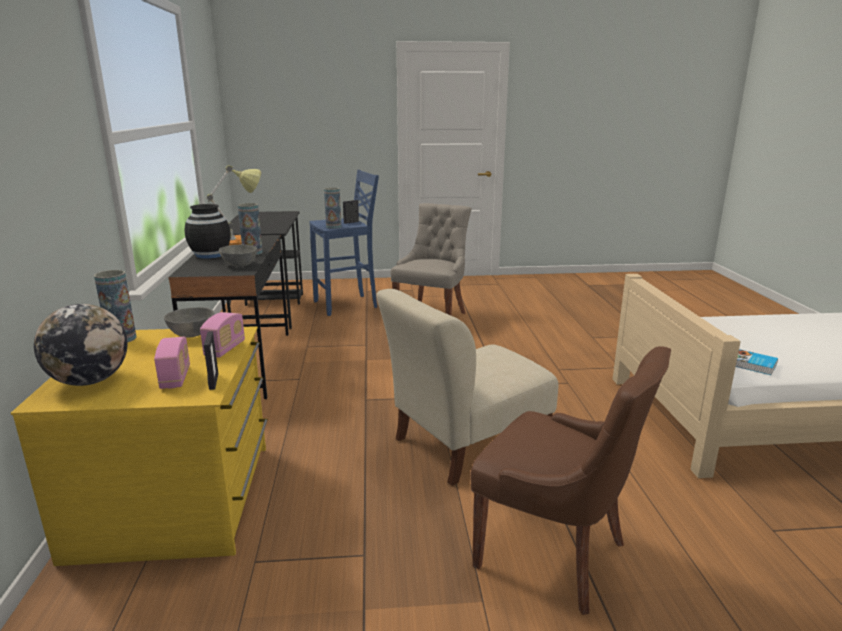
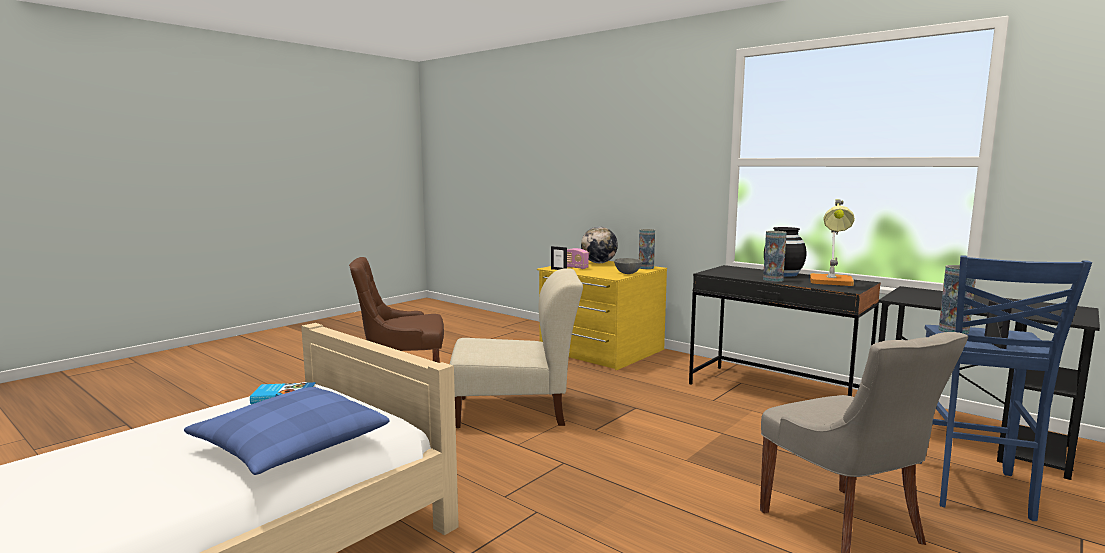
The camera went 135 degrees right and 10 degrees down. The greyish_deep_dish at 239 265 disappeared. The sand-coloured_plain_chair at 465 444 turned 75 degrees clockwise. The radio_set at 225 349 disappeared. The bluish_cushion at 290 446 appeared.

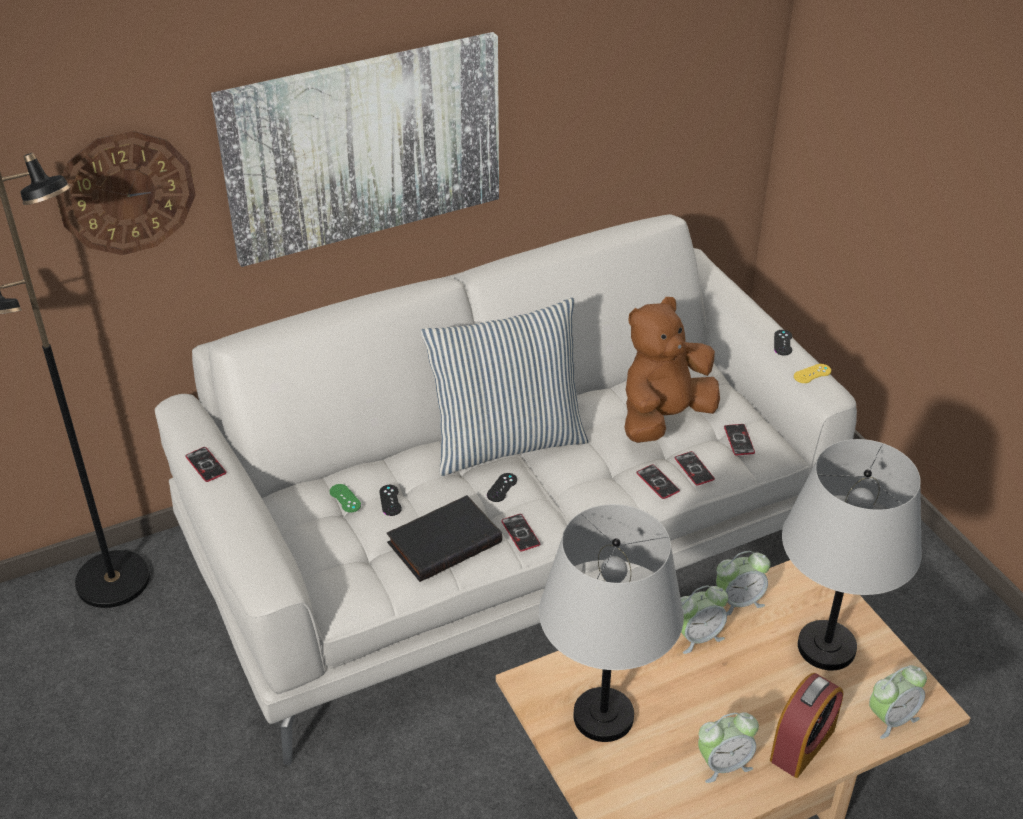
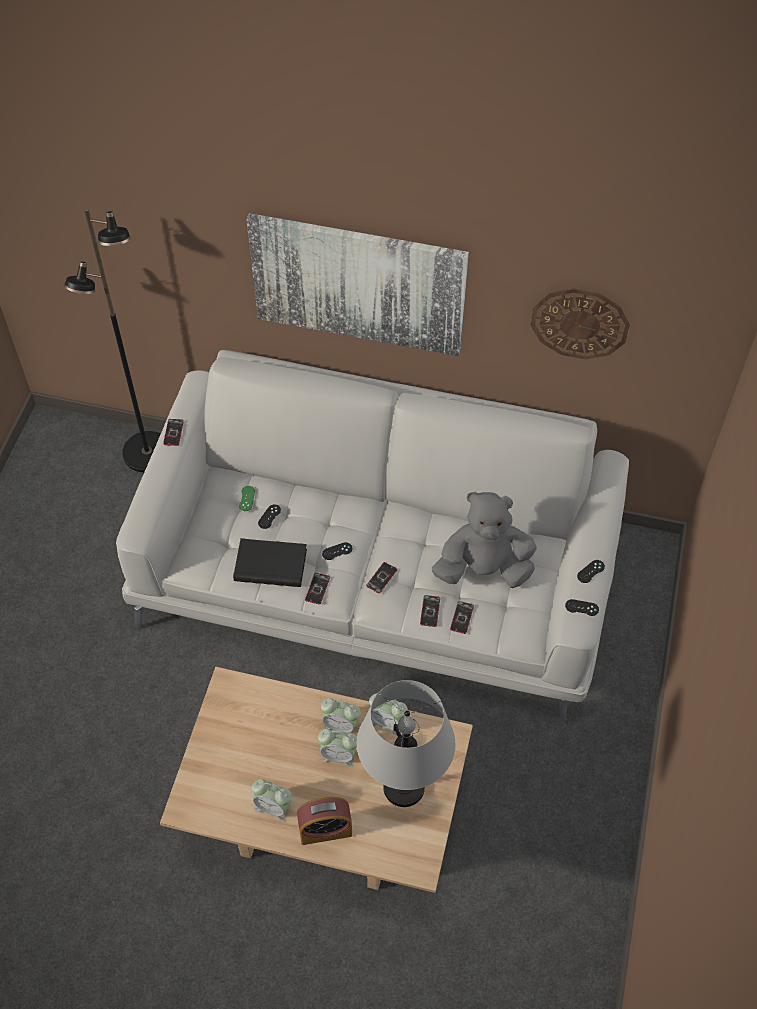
The camera went 40 degrees right and 15 degrees up. The wall_clock moved from 126 193 to 579 323. The brown_soft_toy at 663 418 became the greyish_soft_toy at 483 569. The cushion at 506 442 disappeared. The yellowish_game_controller at 812 374 became the black_game_controller at 582 607. The handset moved from 739 440 to 381 578. The greyish_table_lamp at 604 717 disappeared. The alarm_clock moved from 891 718 to 339 755.

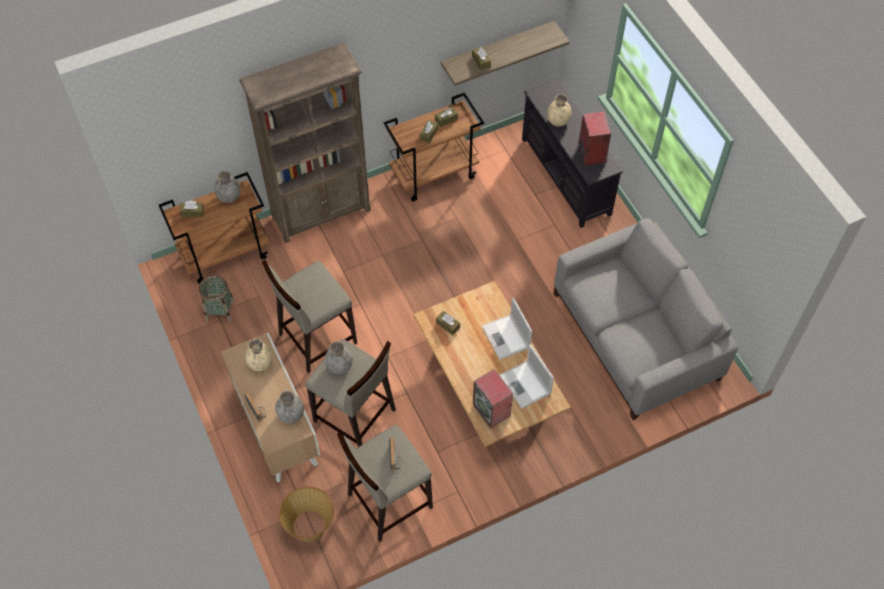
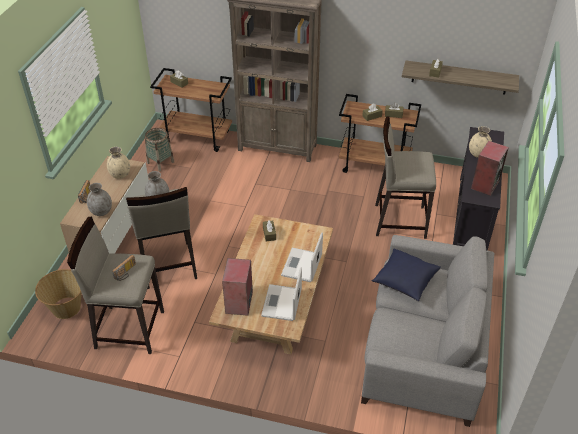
The camera went 40 degrees right and 15 degrees down. The greyish_decorative_vase at 229 197 disappeared. The sand-coloured_stool_seat moved from 316 338 to 399 220. The bluish_cushion at 404 281 appeared.

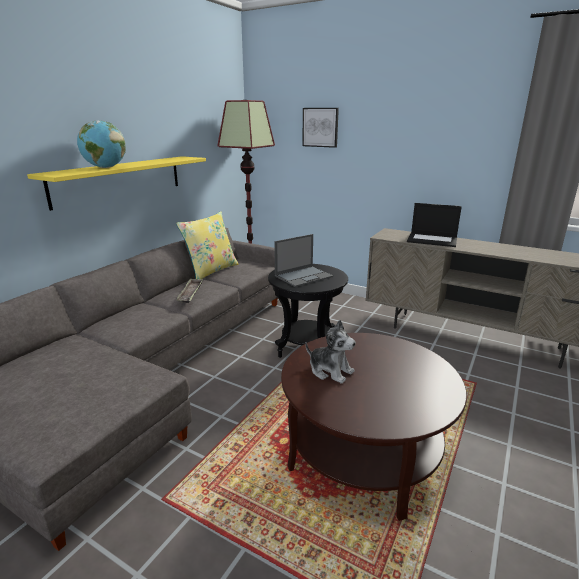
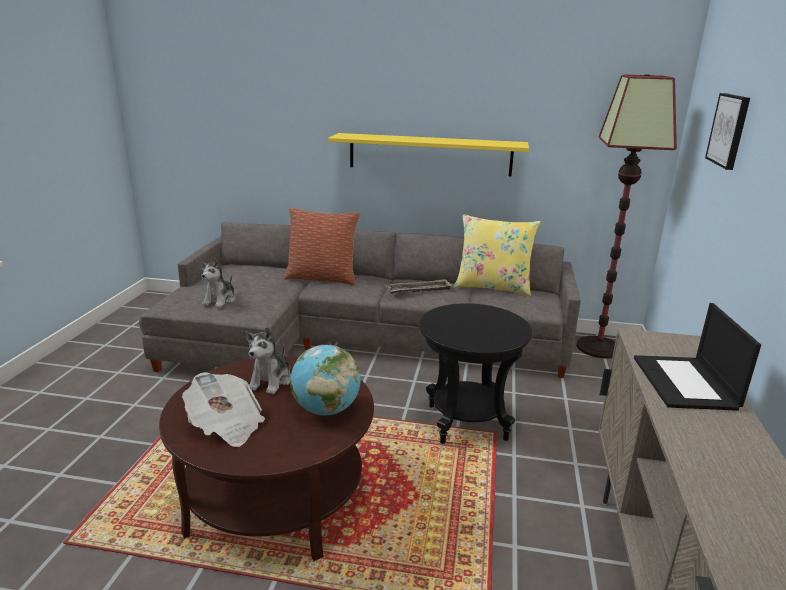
The camera went 70 degrees right and 0 degrees up. The globe moved from 105 167 to 326 410. The notebook_computer at 304 276 disappeared. The cushion at 322 278 appeared. The soft_toy at 220 300 appeared. The daily_paper at 226 425 appeared.

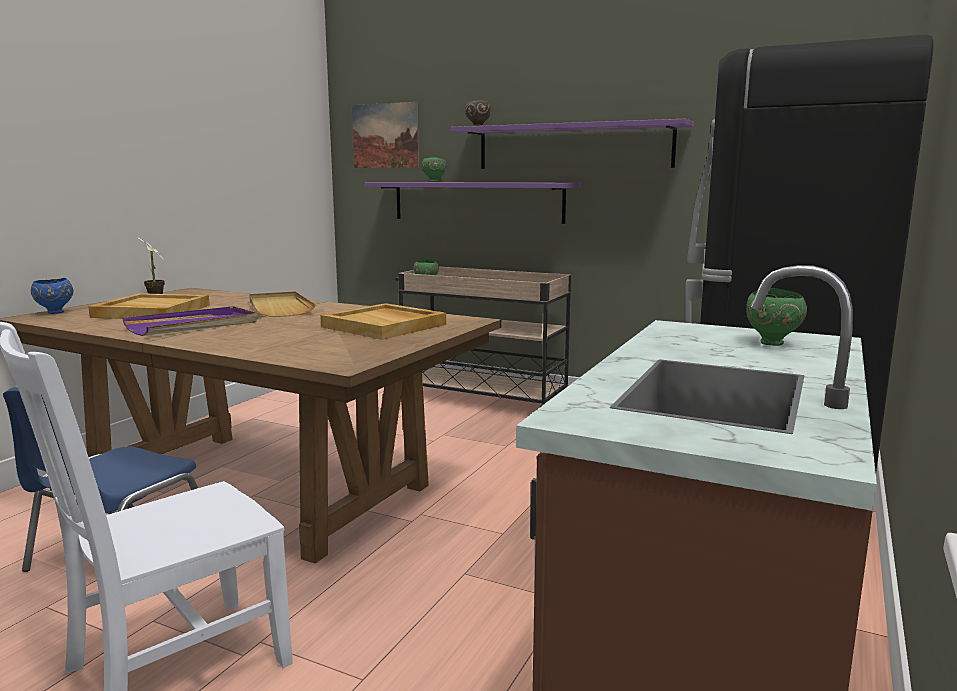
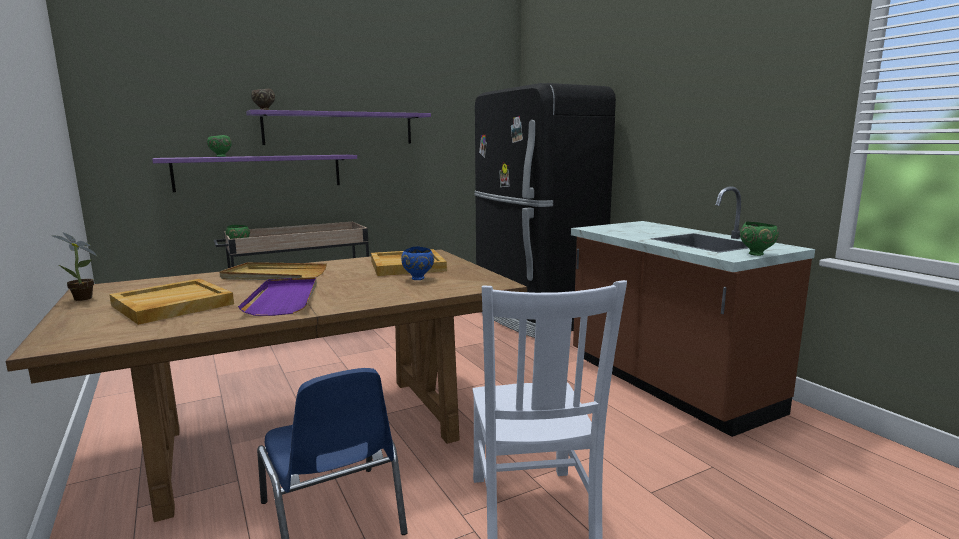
The camera went 55 degrees left and 0 degrees up. The wall_art at 385 136 disappeared. The bluish_deep_dish moved from 54 312 to 418 279. The greenish_deep_dish moved from 772 343 to 757 254.

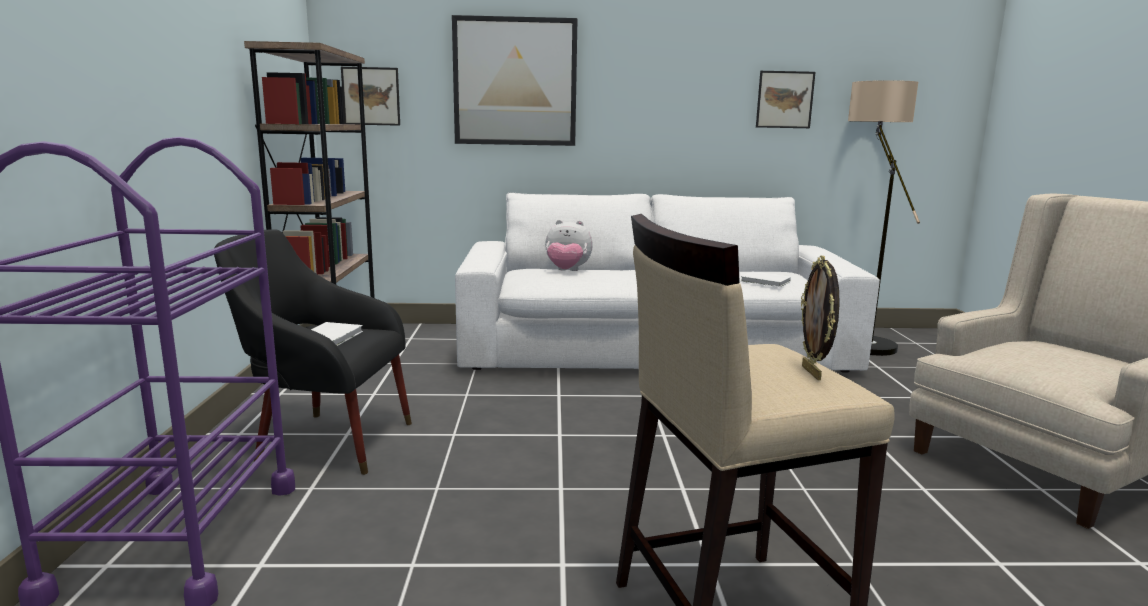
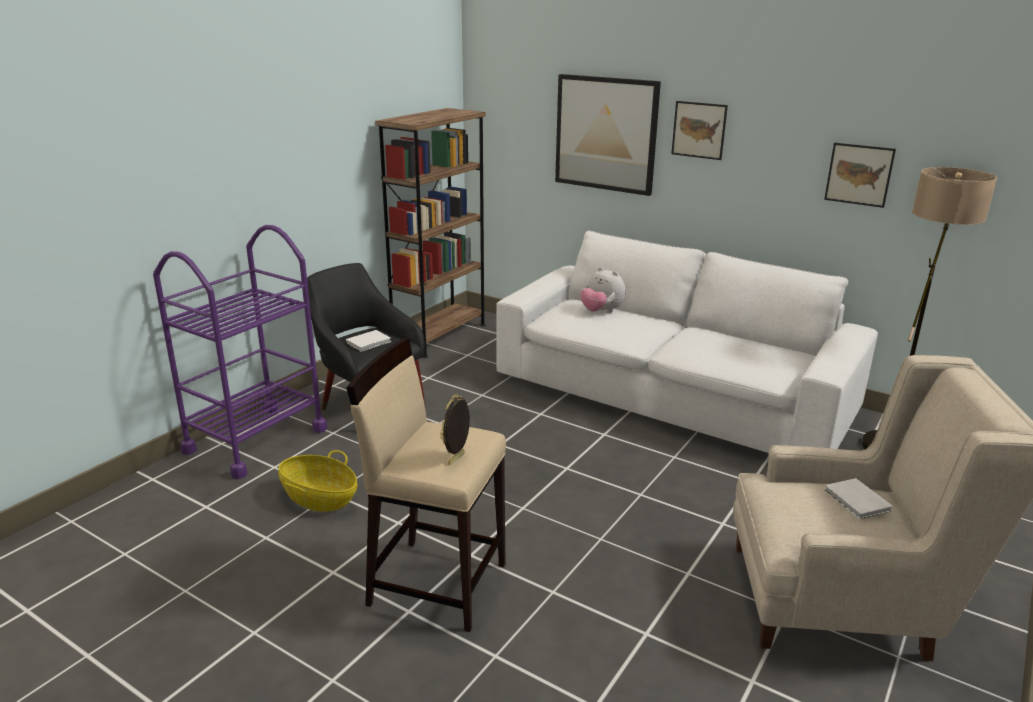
The camera went 35 degrees right and 10 degrees up. The wall_art moved from 371 96 to 699 130. The white_bound_book moved from 766 282 to 857 501. The storage_basket at 319 498 appeared.

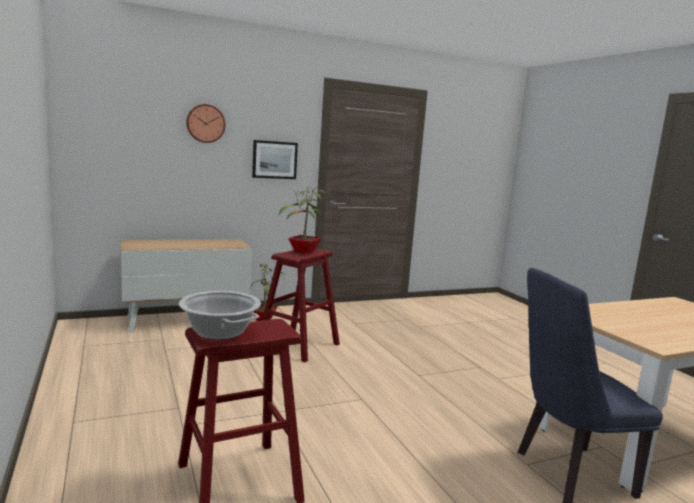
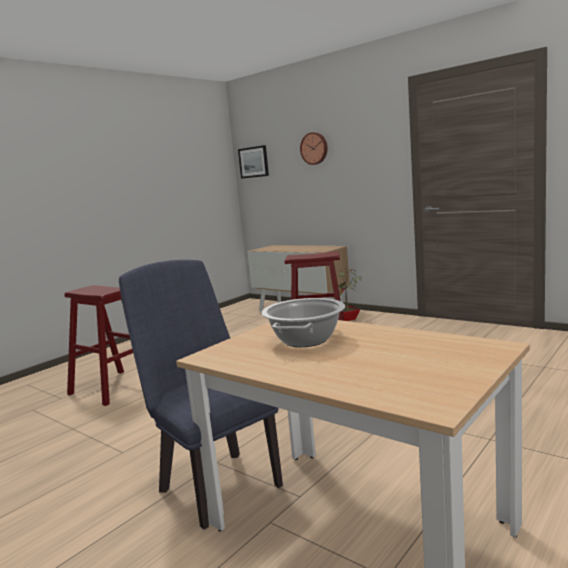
The camera went 65 degrees right and 0 degrees up. The wall_art moved from 274 159 to 253 162. The potted_plant at 303 251 disappeared. The stockpot moved from 220 332 to 306 340.

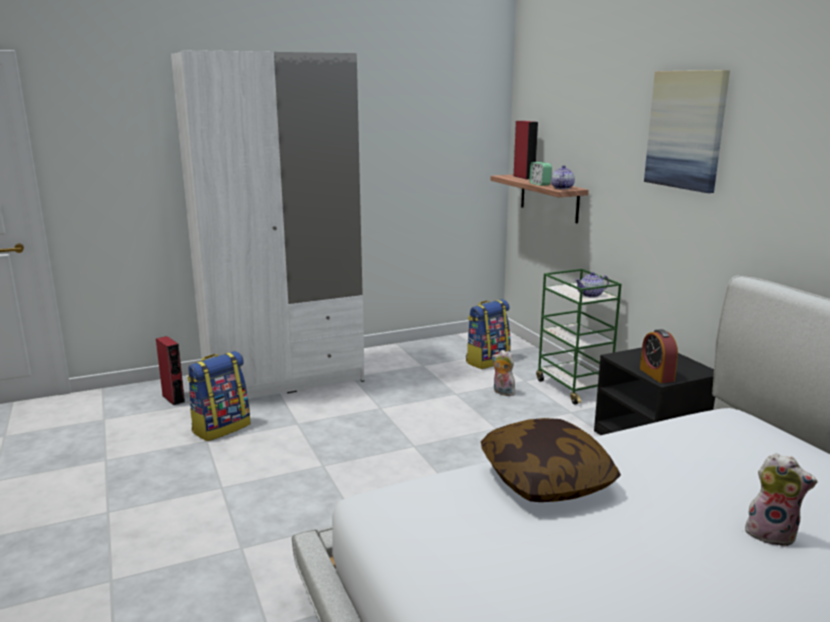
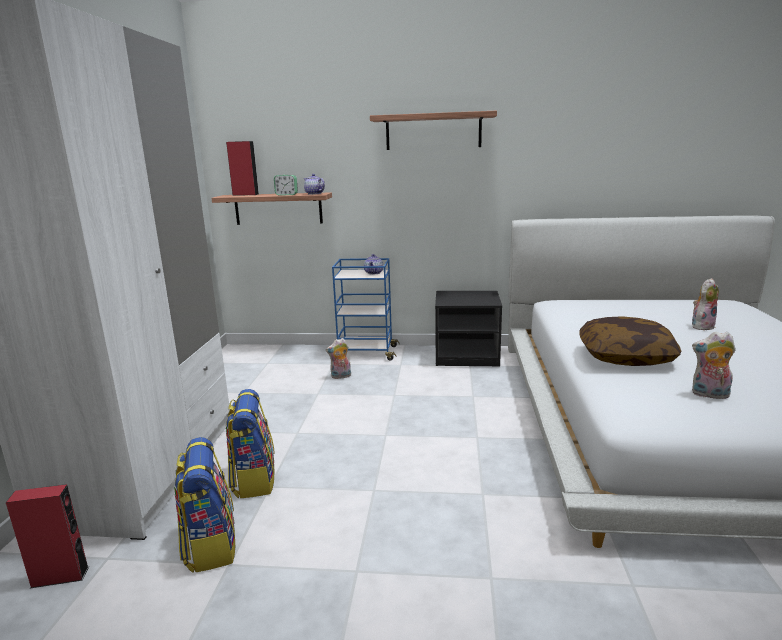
The camera went 60 degrees left and 0 degrees up. The wall_art at 686 130 was replaced by the shelf at 433 131. The greenish_cart at 573 387 became the bluish_cart at 366 353. The backpack moved from 487 361 to 253 479. The alarm_clock at 656 375 disappeared. The soft_toy at 709 395 appeared.

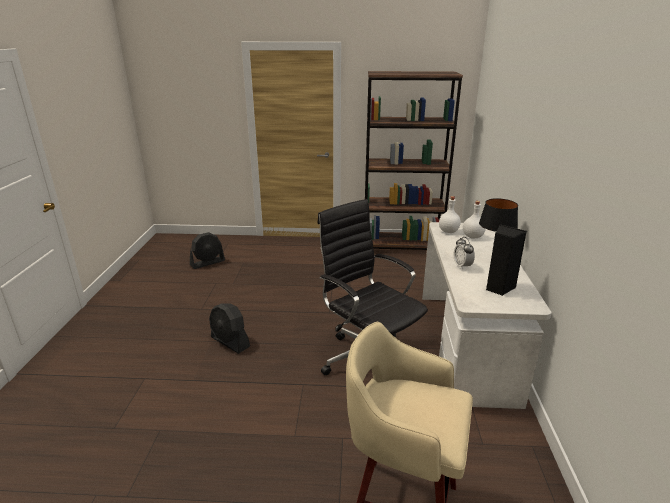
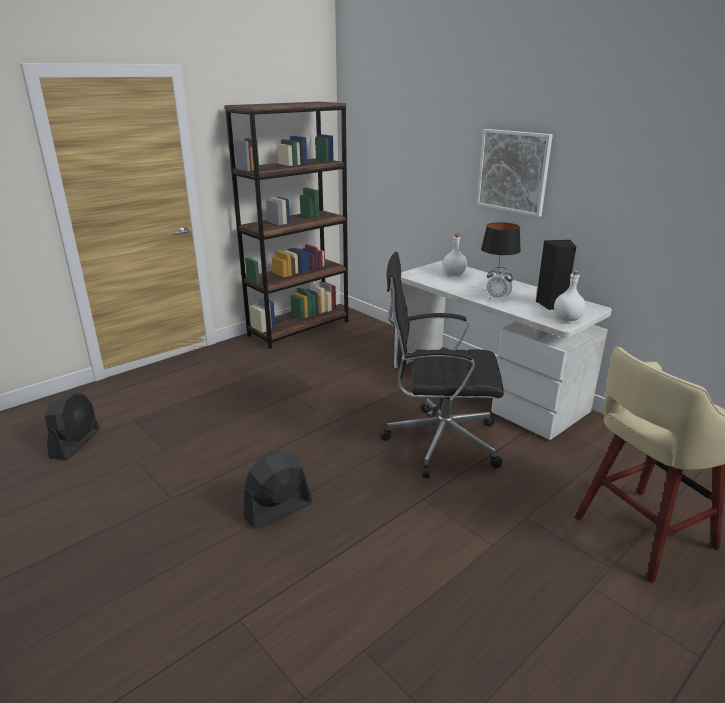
The camera went 45 degrees left and 0 degrees up. The white_beverage_bottle moved from 448 231 to 567 319. The black_fan at 230 342 turned 150 degrees clockwise. The wall_art at 513 171 appeared.

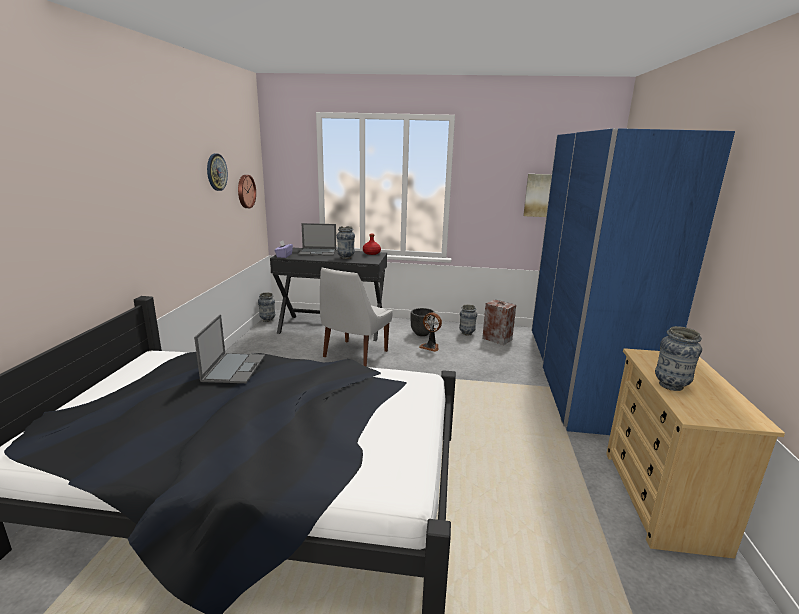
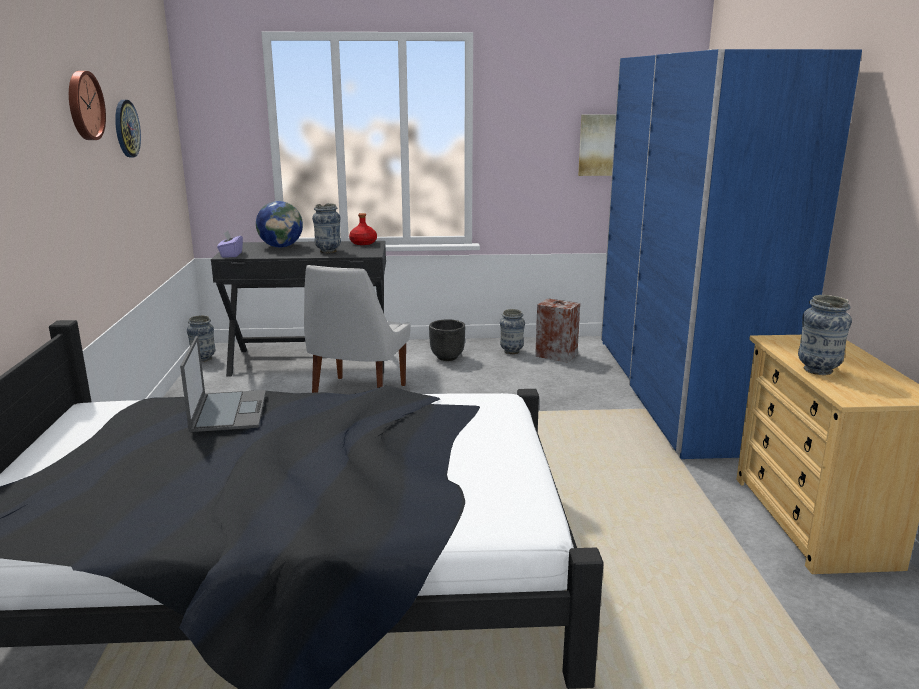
The camera went 10 degrees left and 0 degrees up. The wall_clock moved from 245 191 to 83 105. The notebook_computer at 318 252 was replaced by the globe at 281 246. The fan at 430 347 disappeared.

